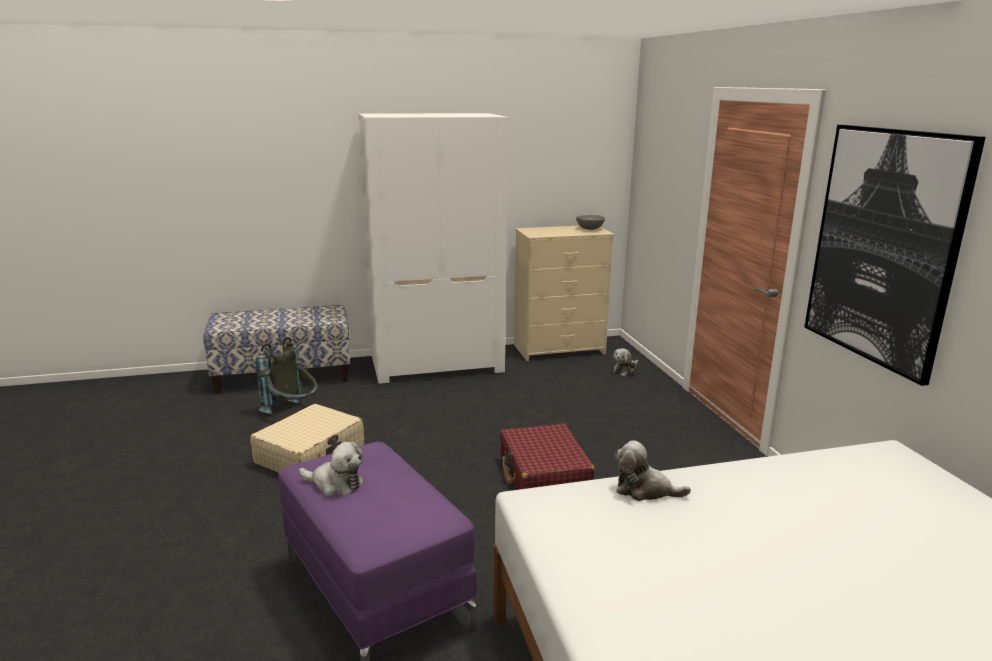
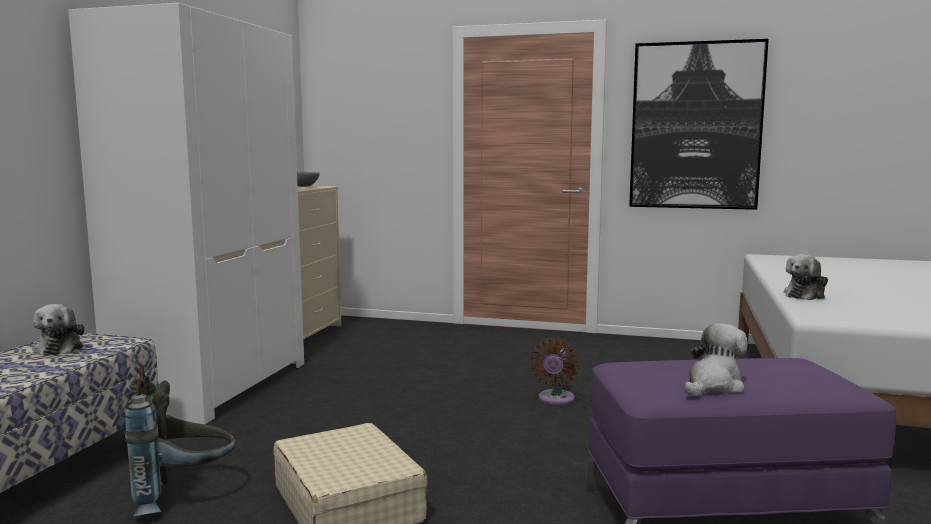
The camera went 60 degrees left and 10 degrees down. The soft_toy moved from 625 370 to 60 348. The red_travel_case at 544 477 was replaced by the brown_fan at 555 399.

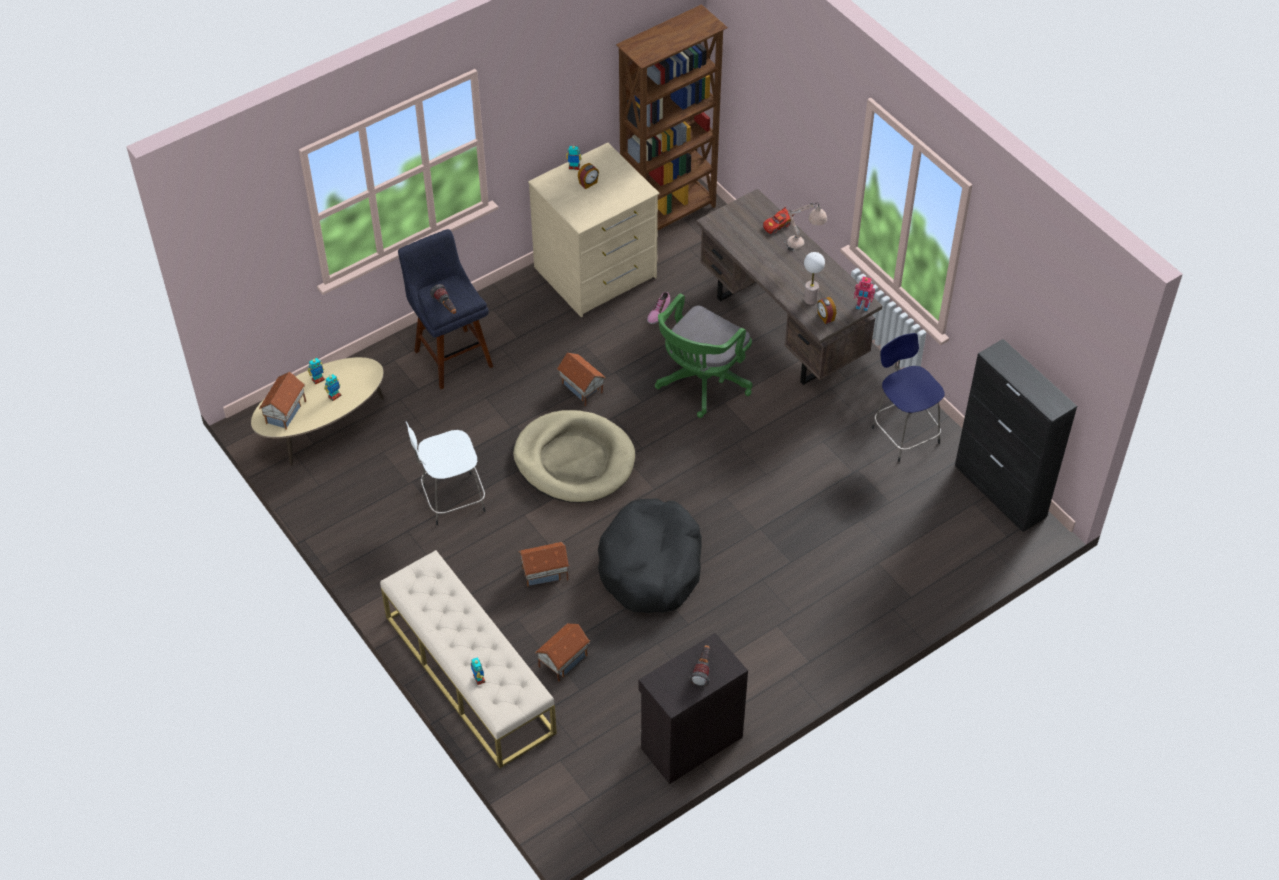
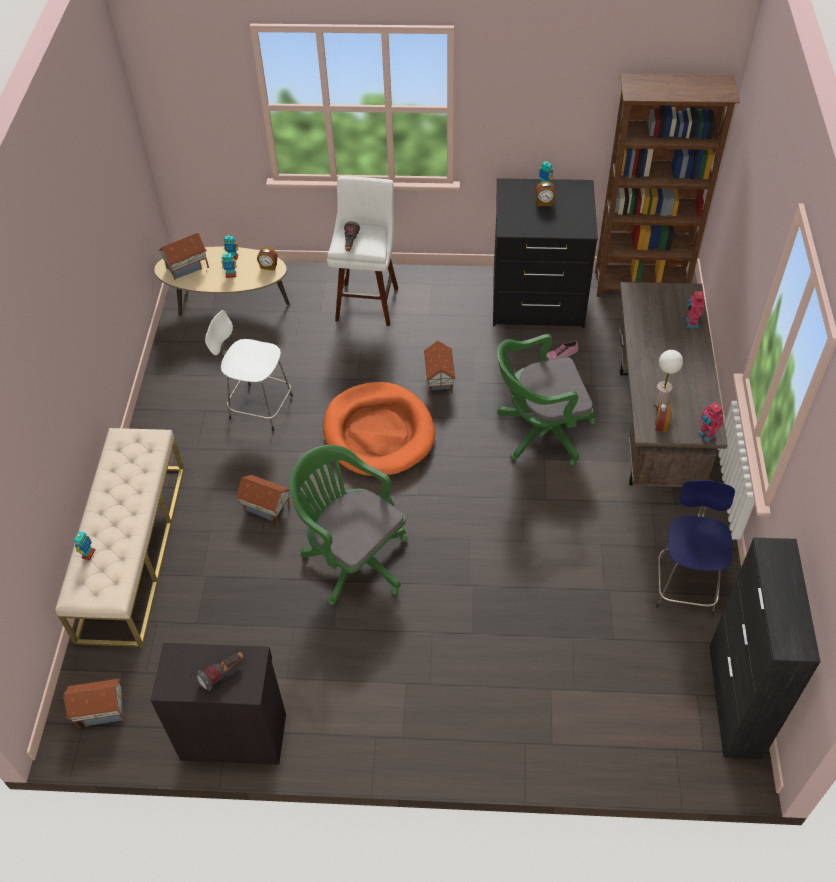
The camera went 40 degrees right and 0 degrees up. The sand-coloured_dresser at 596 273 became the black_dresser at 537 299. The sand-coloured_table_lamp at 804 246 disappeared. The red_miniature_car at 777 225 was replaced by the toy_robot at 691 323. The bluish_stool_seat at 451 355 became the white_stool_seat at 368 300. The sand-coloured_pet_bed at 574 460 became the orange_pet_bed at 378 433. The black_pet_bed at 651 566 was replaced by the greenish_computer_chair at 352 558. The miniature_house moved from 562 661 to 101 710. The alarm_clock at 268 266 appeared.

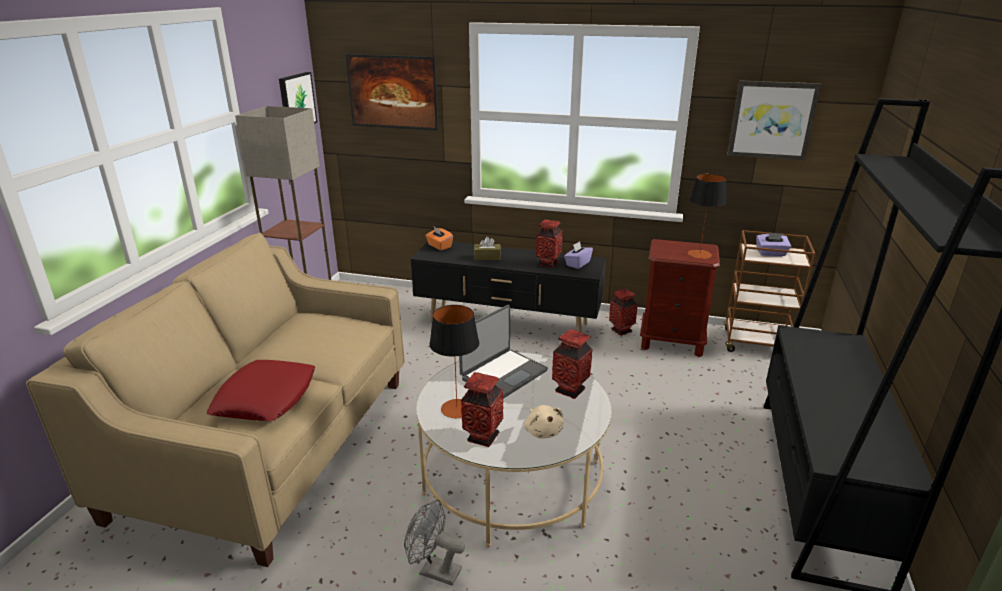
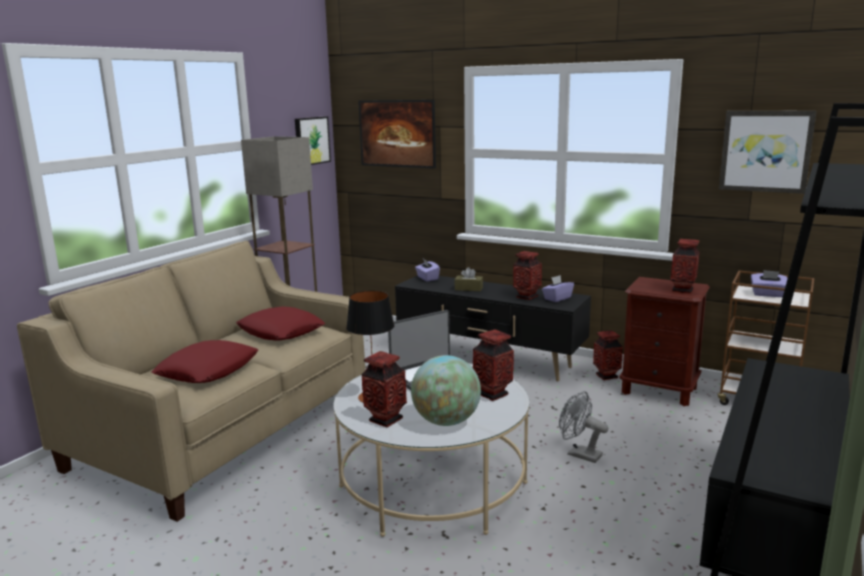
The camera went 15 degrees right and 10 degrees down. The table_lamp at 699 254 was replaced by the decorative_vase at 682 290. The orange_box_of_tissues at 439 246 became the purple-coloured_box_of_tissues at 427 278. The sand-coloured_soft_toy at 543 431 was replaced by the globe at 446 421. The greyish_fan moved from 434 570 to 579 454. The red_cushion at 281 331 appeared.

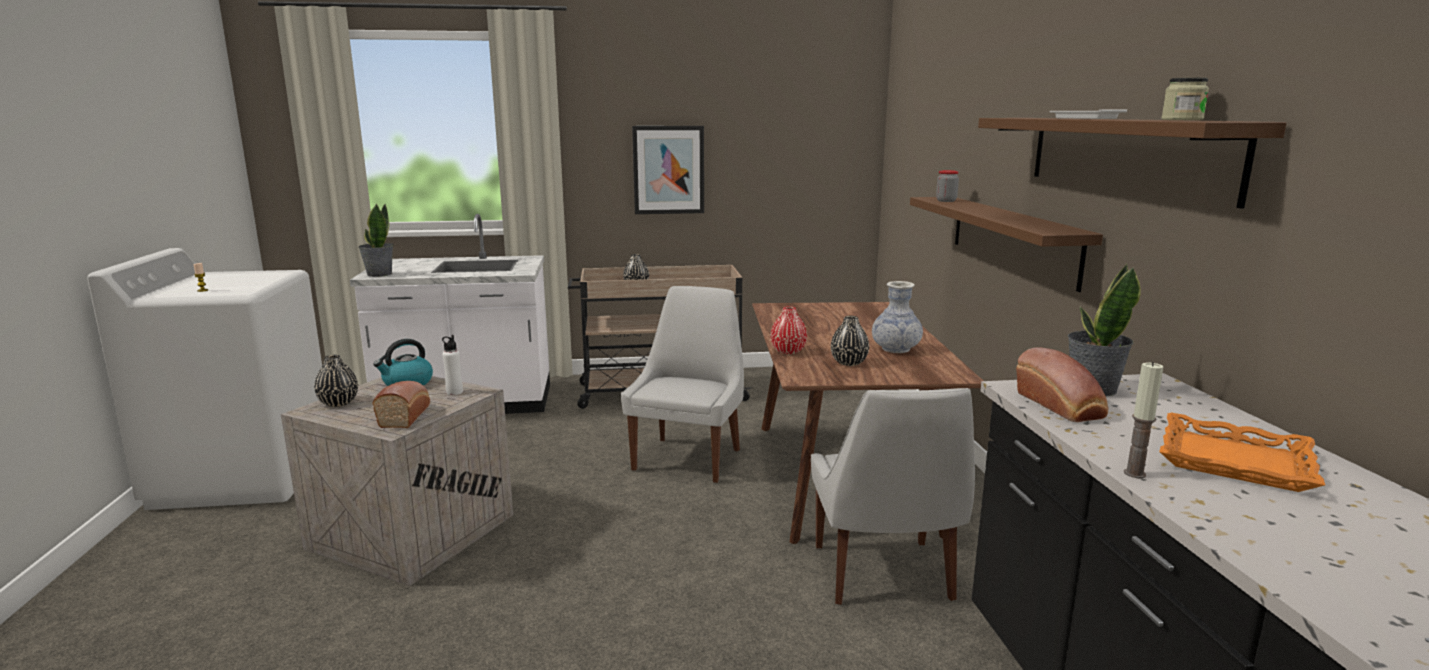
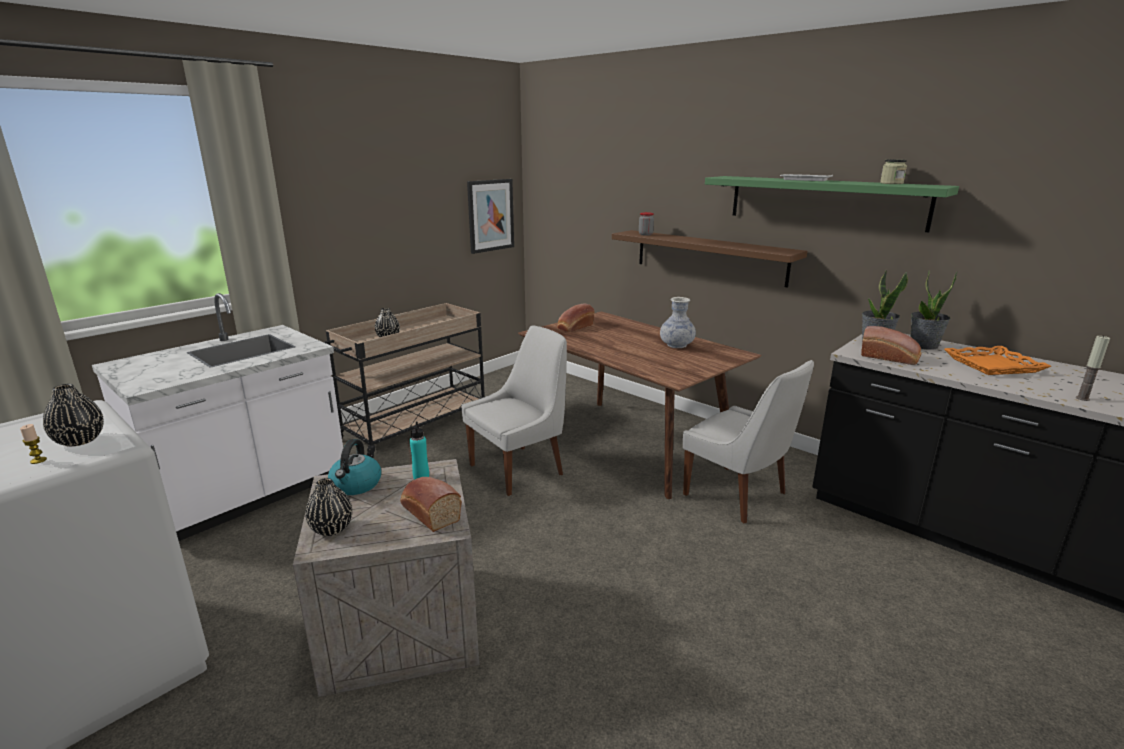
The camera went 40 degrees left and 5 degrees up. The brown_shelf at 1124 154 became the greenish_shelf at 824 201. The wall_art moved from 668 170 to 490 215. The potted_plant moved from 379 274 to 924 345. The white_plain_chair at 689 458 turned 75 degrees clockwise. The red_decorative_vase at 788 351 disappeared. The black_decorative_vase moved from 849 362 to 80 440. The white_beverage_bottle at 454 392 became the turquoise_beverage_bottle at 421 476. The wax_candle moved from 1134 473 to 1082 398. The bakery_bread at 574 327 appeared.

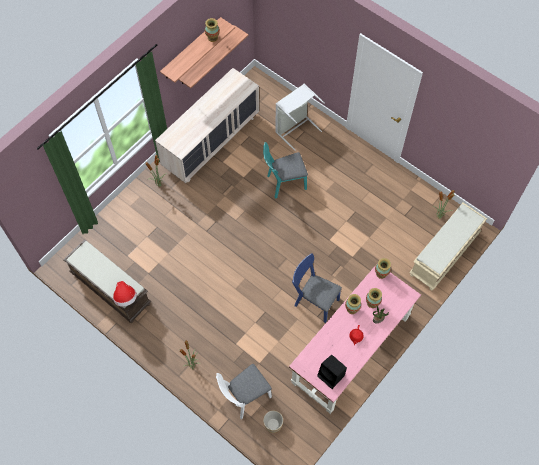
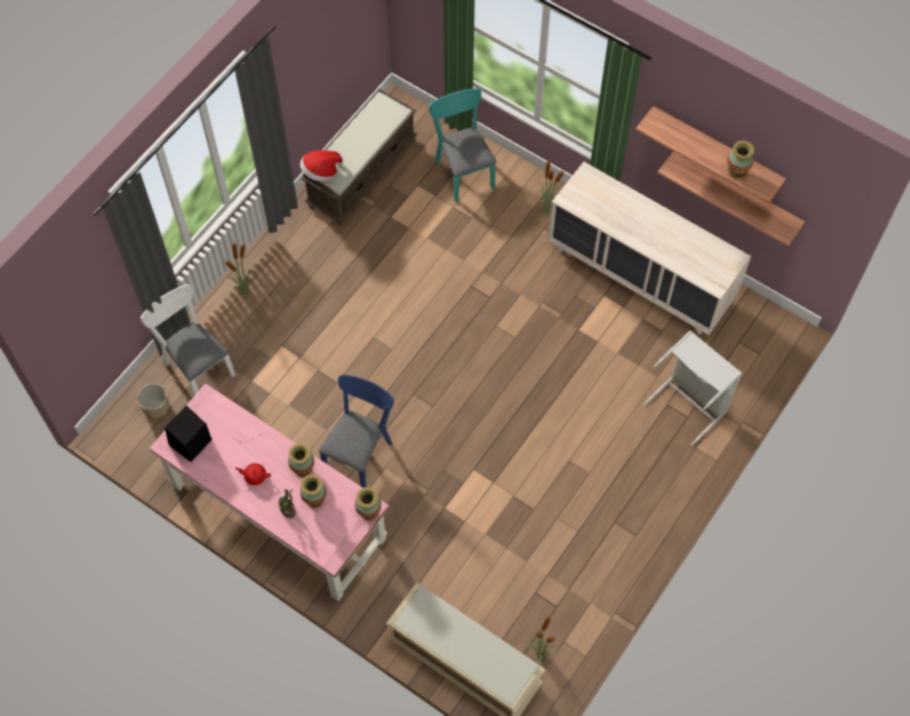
The camera went 85 degrees right and 0 degrees up. The turquoise_plain_chair moved from 283 183 to 463 170.

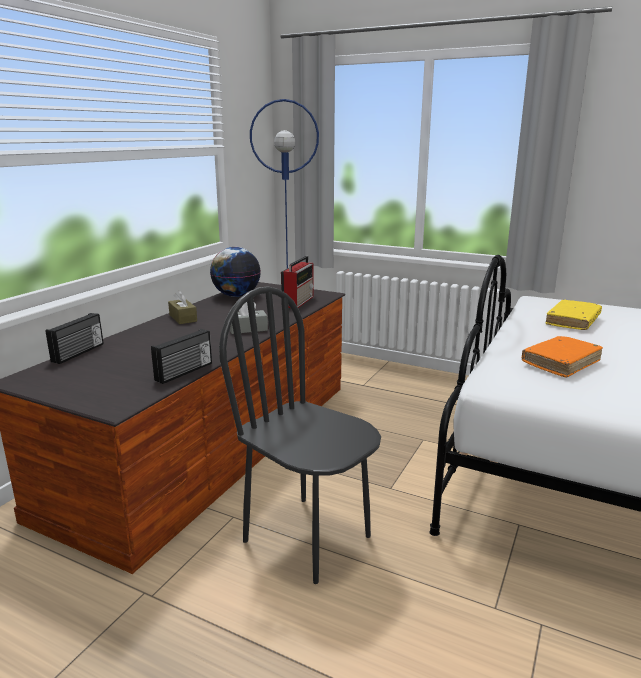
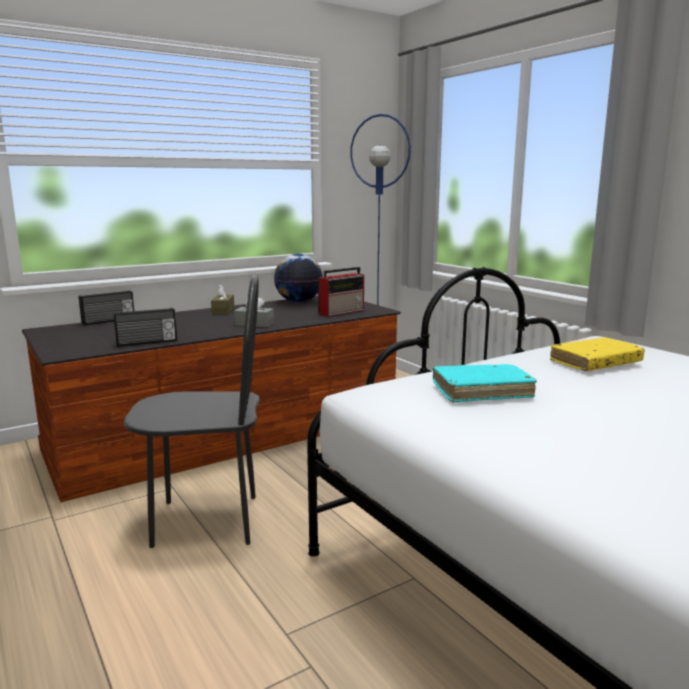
The camera went 30 degrees right and 5 degrees down. The black_plain_chair at 308 538 turned 105 degrees clockwise. The orange_bound_book at 560 363 became the turquoise_bound_book at 481 392.

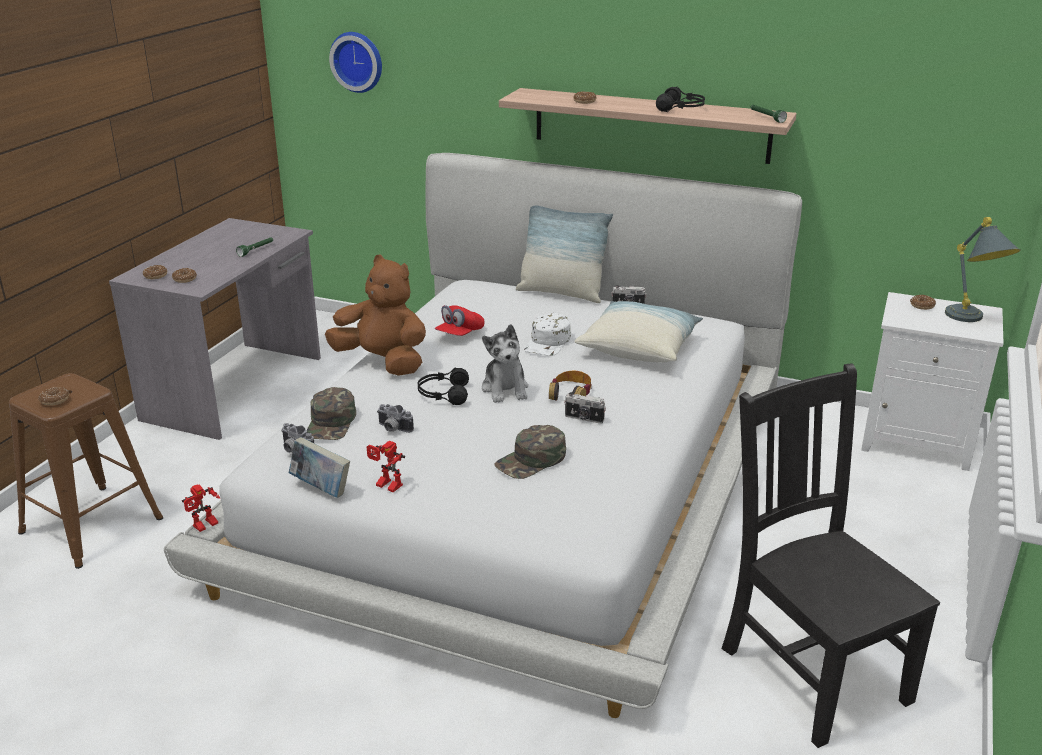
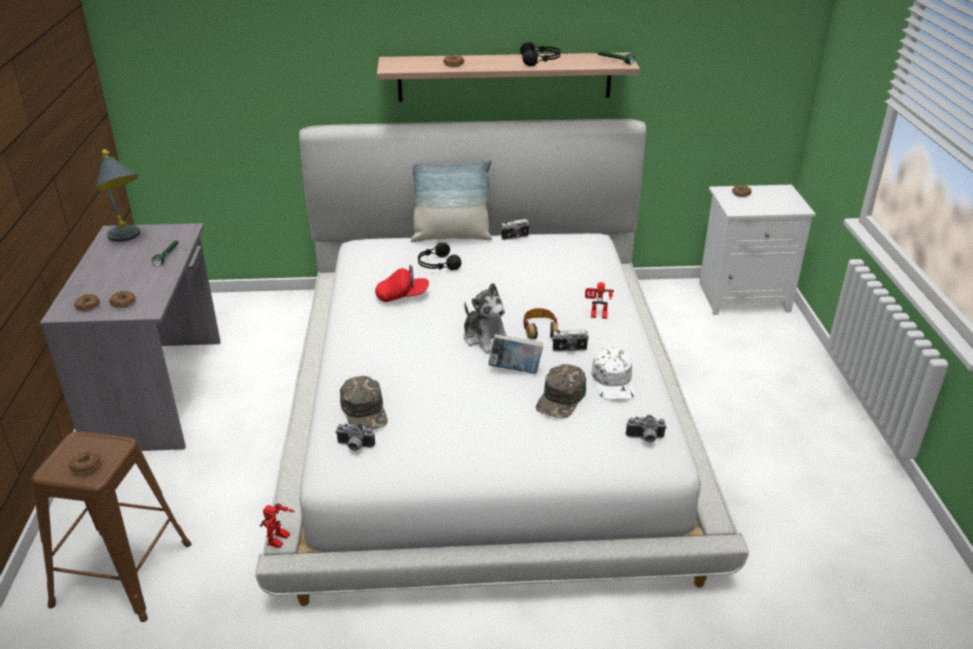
The camera went 25 degrees left and 5 degrees up. The wall_clock at 358 61 disappeared. The greyish_table_lamp moved from 971 320 to 127 239. The brown_soft_toy at 383 362 disappeared. The cushion at 639 347 disappeared. The red_cap at 460 334 turned 105 degrees counterclockwise. The white_cap moved from 548 342 to 614 381. The black_plain_chair at 810 670 disappeared. The black_pair_of_headphones moved from 443 394 to 437 265. The still_camera moved from 392 429 to 645 438. The bound_book moved from 321 488 to 515 370. The toy_robot moved from 385 486 to 597 316.

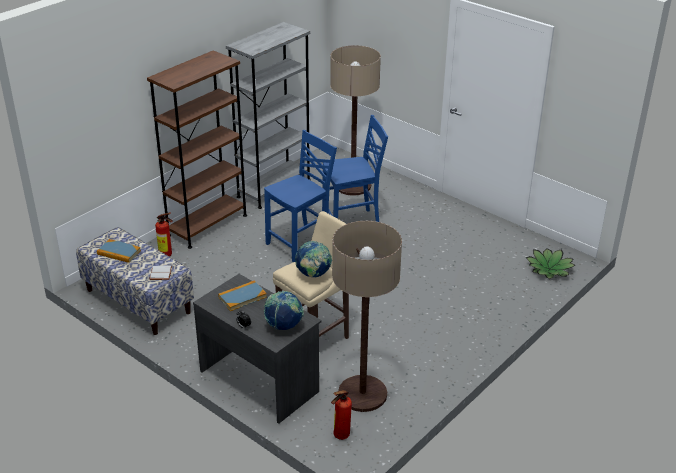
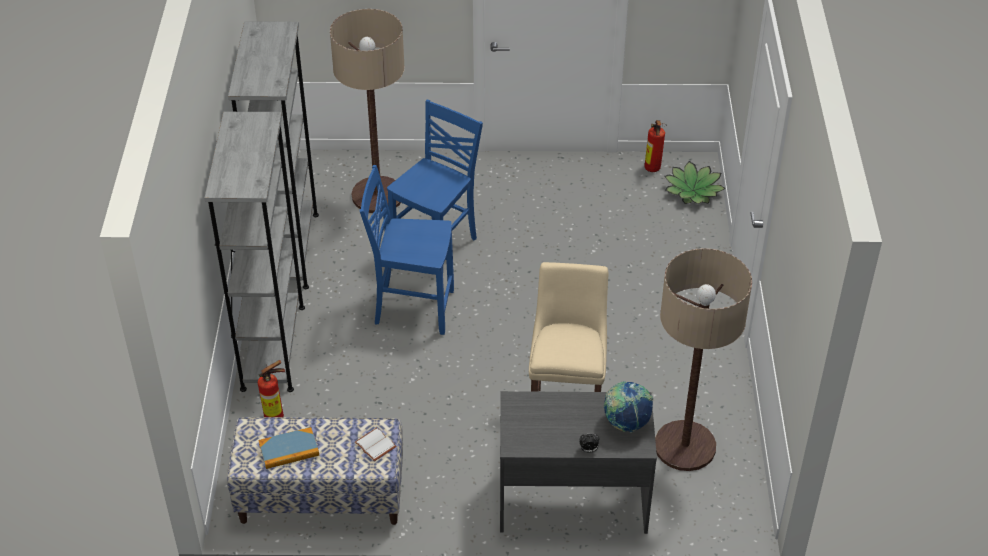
The camera went 40 degrees left and 10 degrees up. The brown_bookcase at 207 225 became the greyish_bookcase at 273 347. The bluish_plain_chair at 300 243 turned 90 degrees counterclockwise. The globe at 313 275 disappeared. The bound_book at 242 297 disappeared. The fire-fighting_cylinder moved from 339 436 to 652 169.

